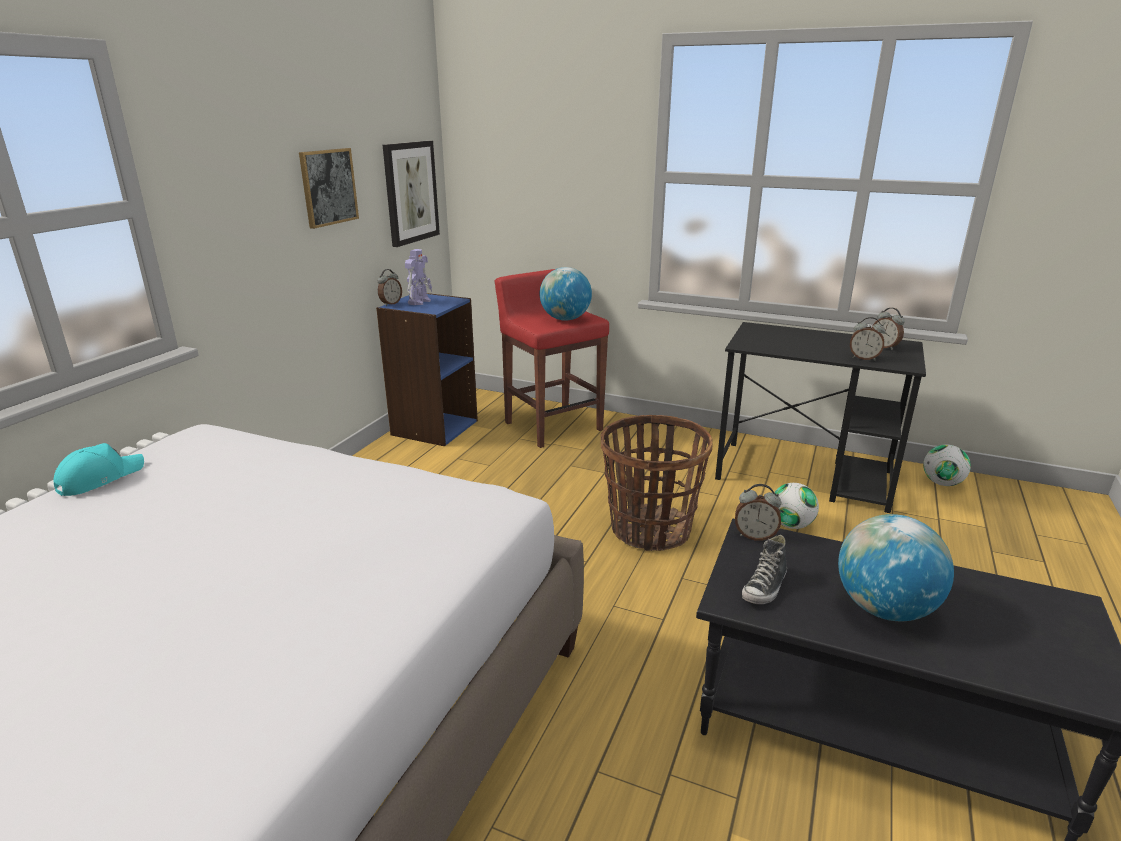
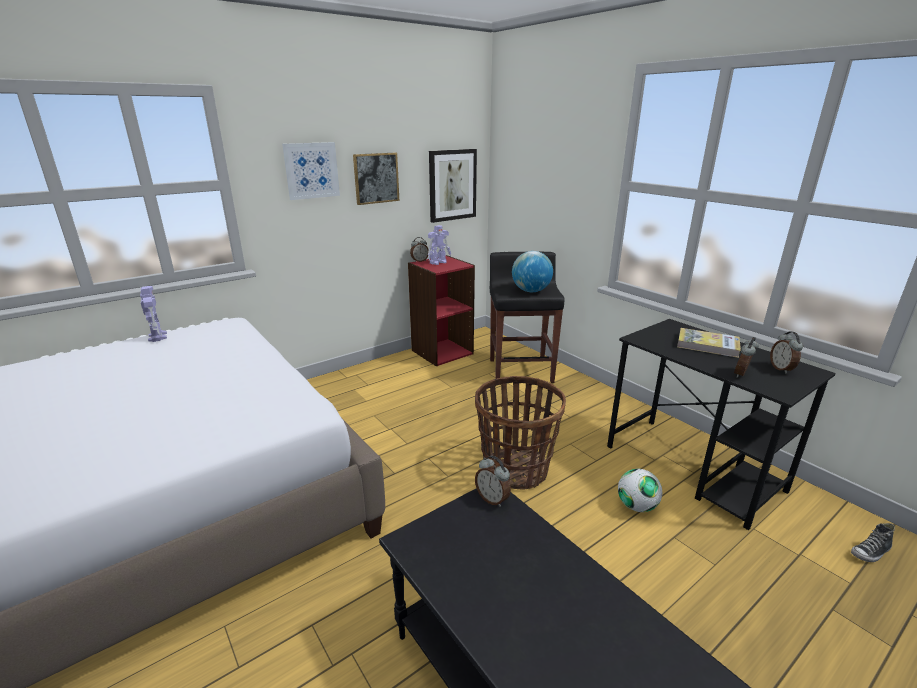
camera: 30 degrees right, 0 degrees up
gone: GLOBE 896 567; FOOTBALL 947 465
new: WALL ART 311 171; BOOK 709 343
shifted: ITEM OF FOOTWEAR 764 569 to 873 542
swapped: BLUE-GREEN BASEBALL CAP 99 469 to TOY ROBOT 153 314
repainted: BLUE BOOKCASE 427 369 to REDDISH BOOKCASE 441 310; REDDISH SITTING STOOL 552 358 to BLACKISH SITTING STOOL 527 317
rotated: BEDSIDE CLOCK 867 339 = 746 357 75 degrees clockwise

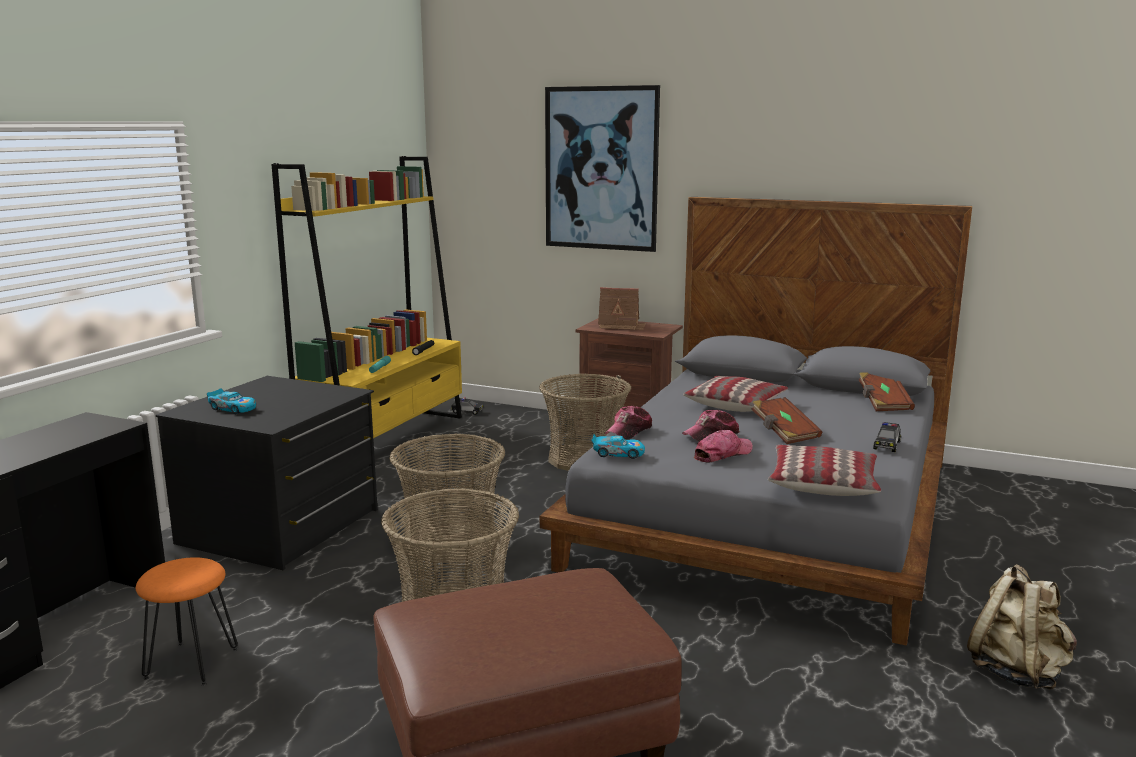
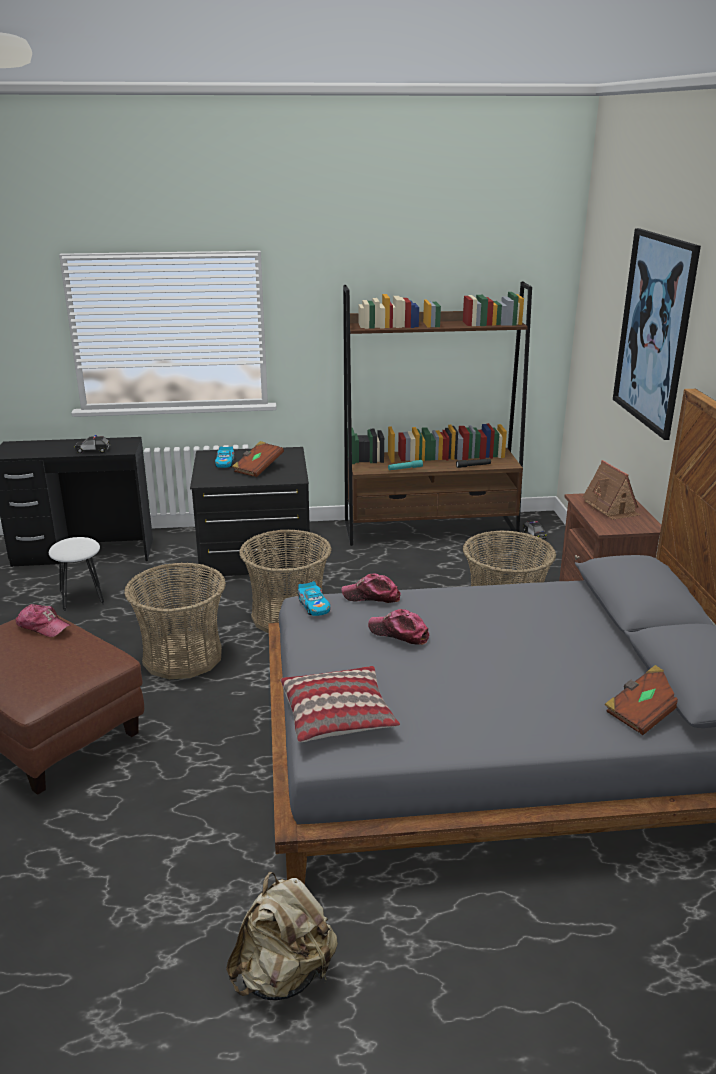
camera: 60 degrees right, 10 degrees up
gone: CUSHION 735 394
shifted: BASEBALL CAP 723 446 to 43 620; BROWN BOOK 786 420 to 258 459; MODEL CAR 887 437 to 92 444
repainted: ORANGE SITTING STOOL 187 621 to WHITE SITTING STOOL 76 574; YELLOWISH BOOKCASE 366 297 to BROWN BOOKCASE 437 413

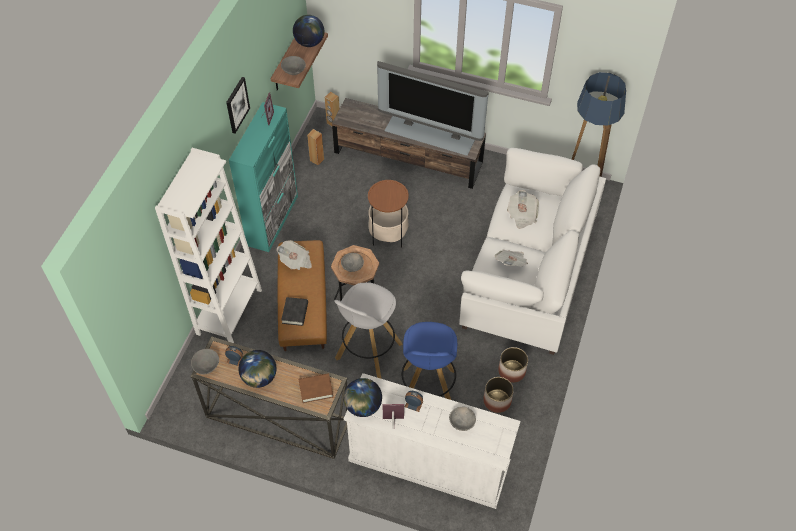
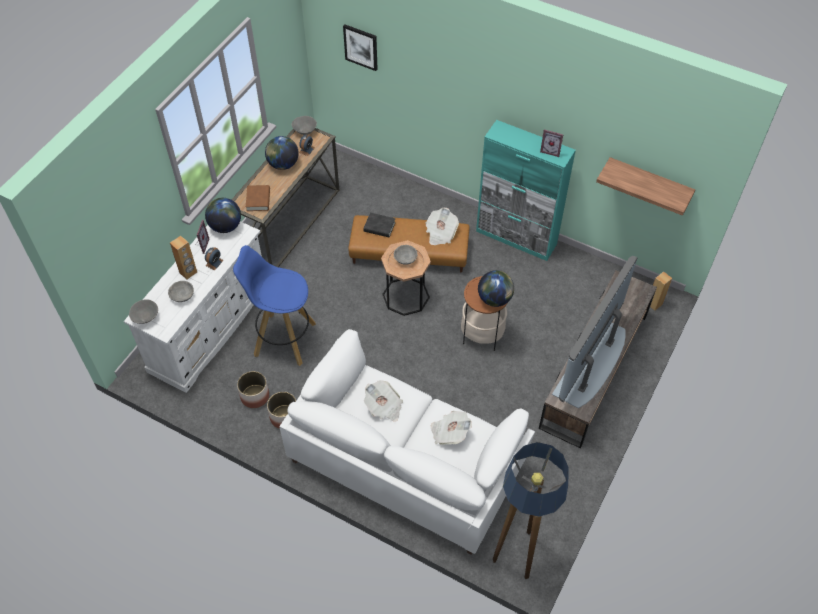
camera: 100 degrees right, 0 degrees up
gone: WHITE BOOKCASE 208 245; WHITE SITTING STOOL 368 330
shifted: WALL ART 238 105 to 360 47; GREYISH SERVING BOWL 293 65 to 143 311; GLOBE 308 31 to 496 288; BROWN LOUDSPEAKER 315 147 to 183 258

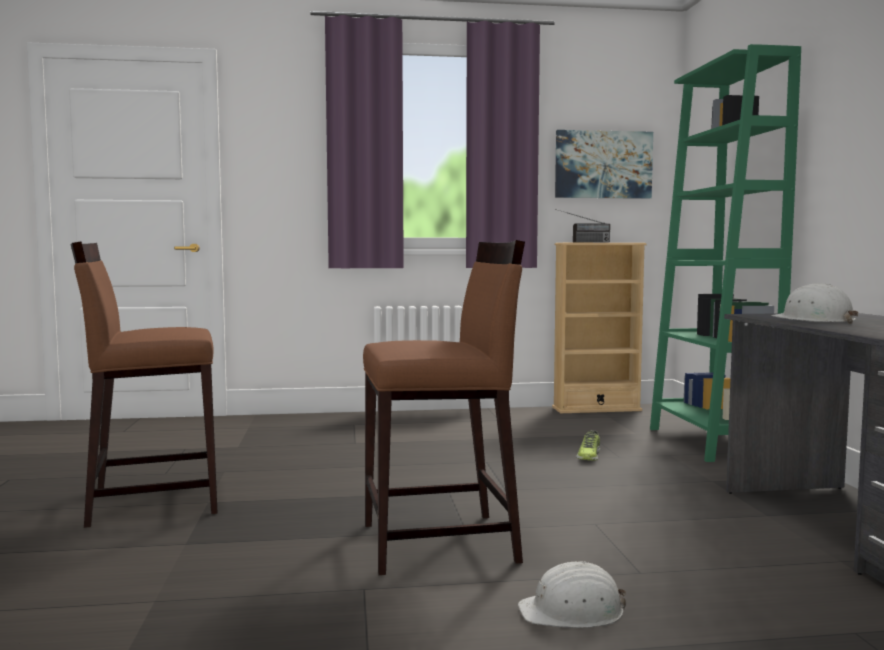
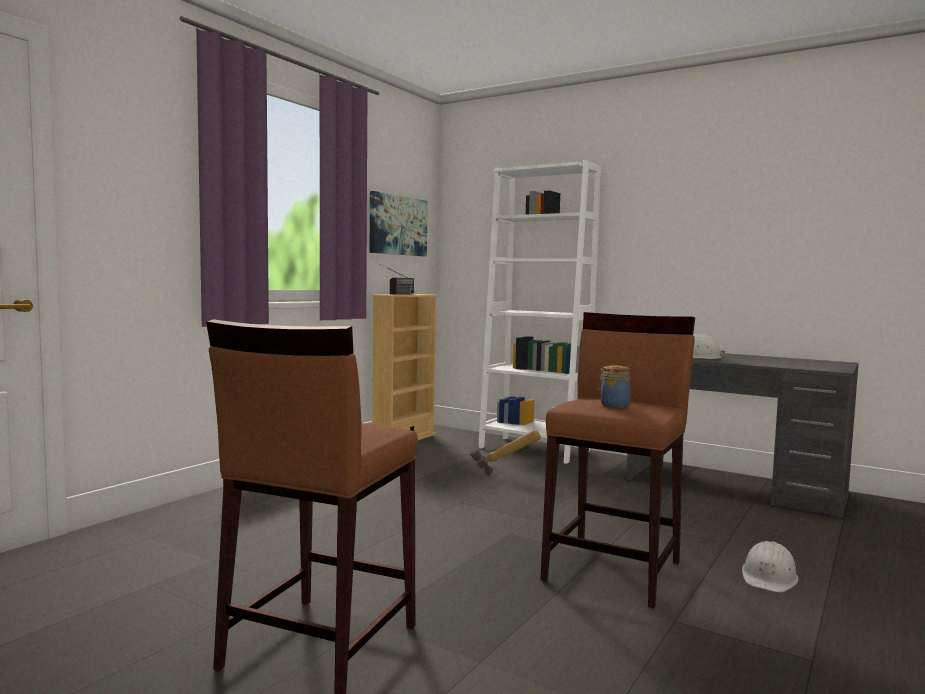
camera: 50 degrees left, 0 degrees up
new: JAR 614 386
swapped: ITEM OF FOOTWEAR 588 445 to HAMMER 505 452
repainted: GREENISH BOOKCASE 725 253 to WHITE BOOKCASE 539 312

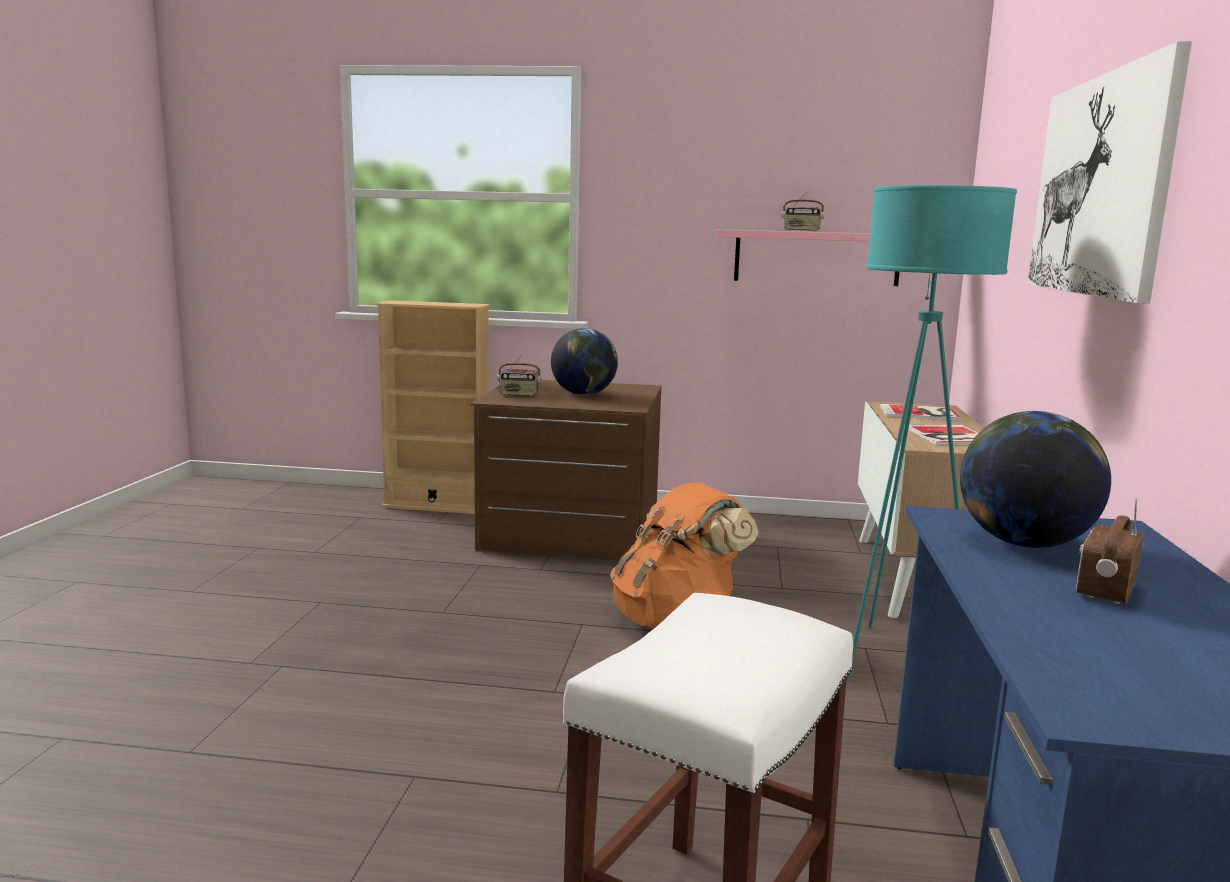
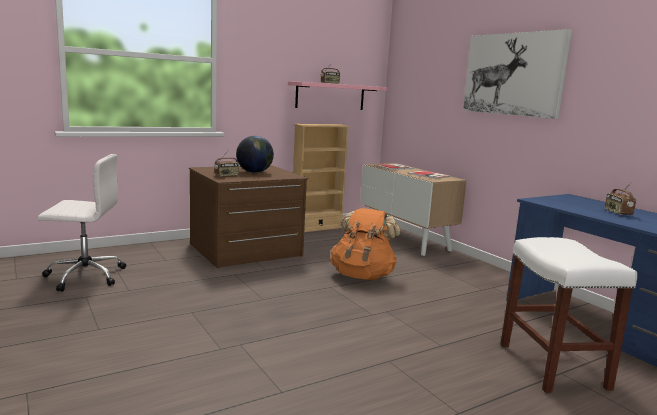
camera: 40 degrees left, 0 degrees up
gone: BLUE-GREEN FLOOR LAMP 932 432; GLOBE 1035 479
new: WHITE OFFICE CHAIR 82 223
shifted: SAND-COLOURED BOOKCASE 432 407 to 321 178

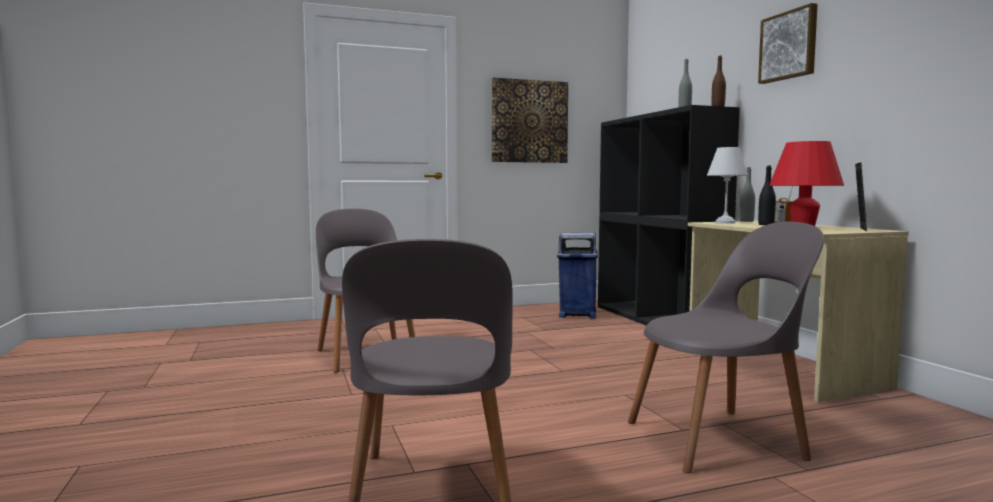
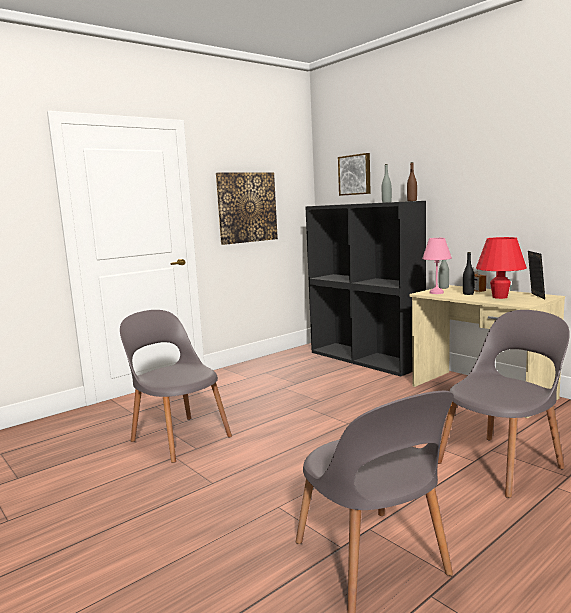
camera: 20 degrees left, 5 degrees up
gone: BLUE WASTE BIN 577 276
shifted: WALL ART 788 43 to 354 174
repainted: WHITE LAMP FOR A TABLE 727 185 to PINK LAMP FOR A TABLE 437 266

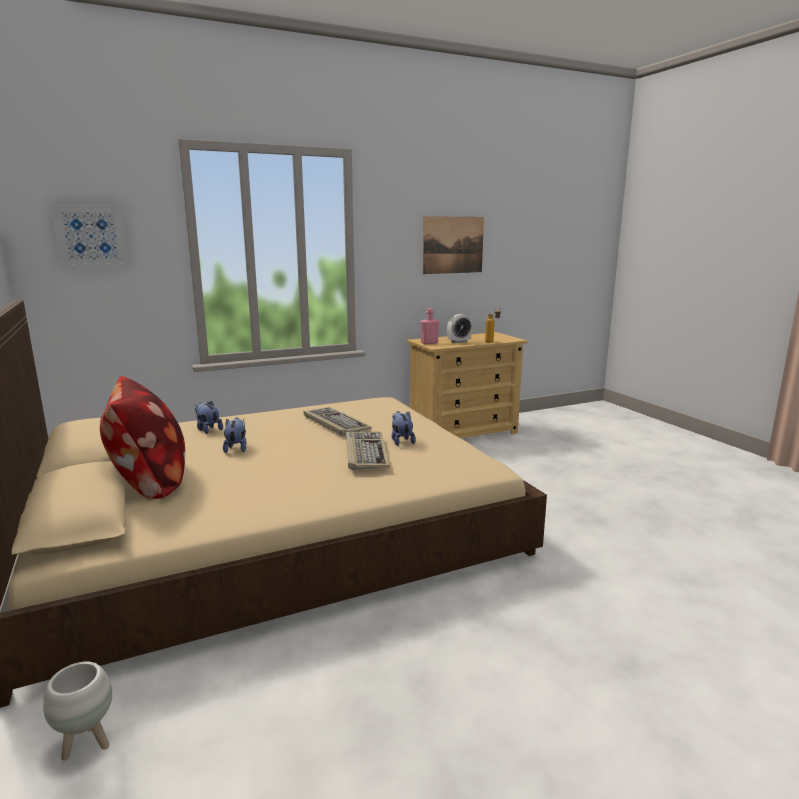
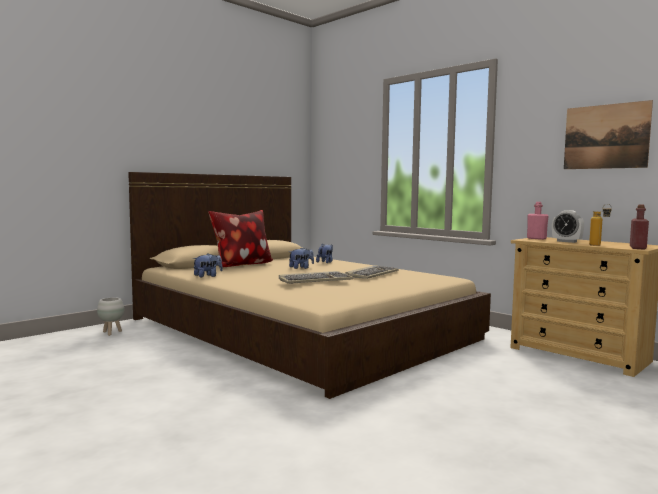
camera: 70 degrees right, 10 degrees down
gone: WALL ART 89 235
new: REDDISH DRINK BOTTLE 639 227
shifted: SOFT TOY 404 428 to 208 265

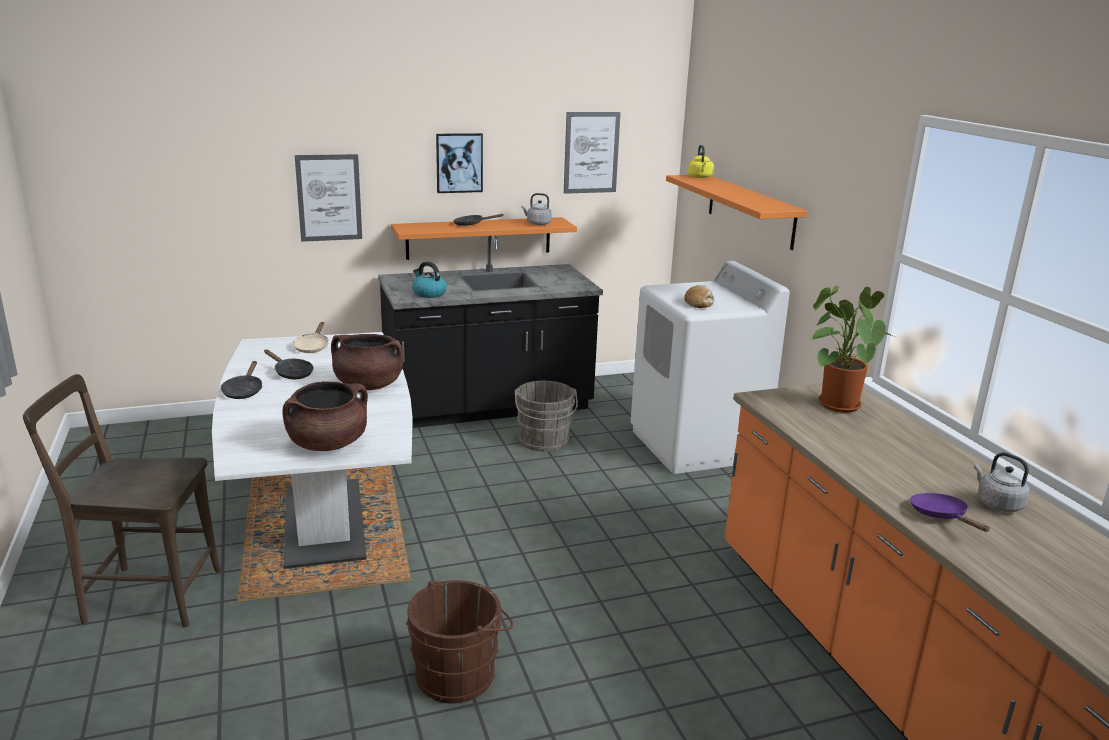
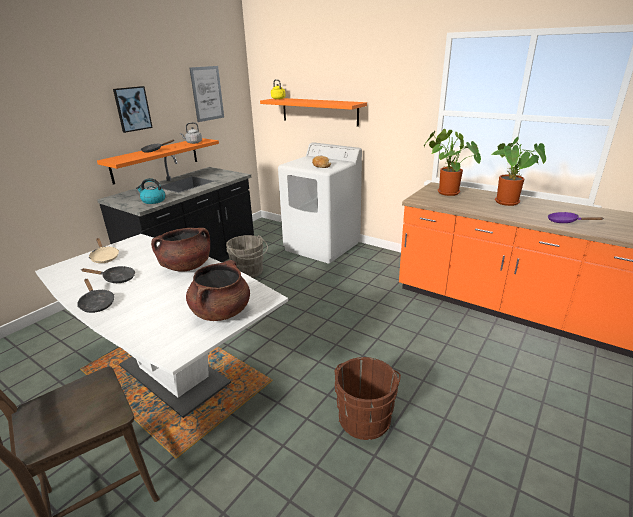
camera: 35 degrees left, 5 degrees up
gone: WALL ART 328 198; GREYISH TEA KETTLE 1001 482
new: PLANT IN A POT 518 171

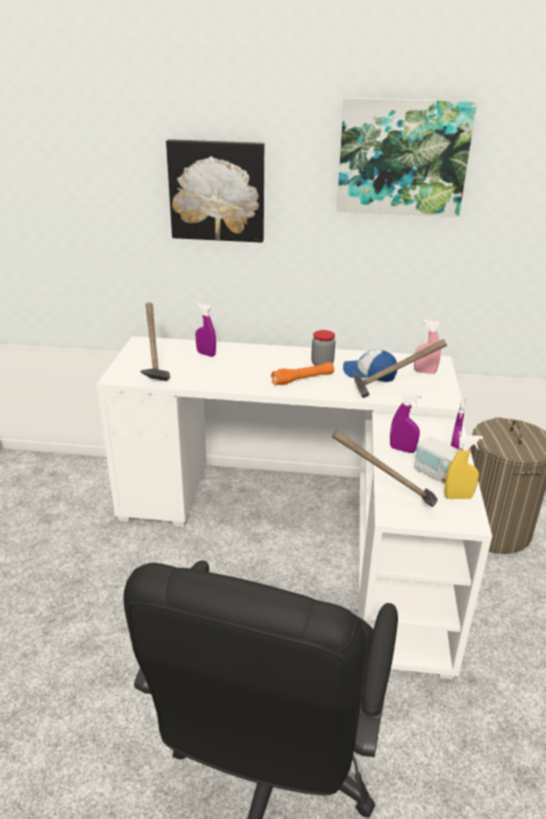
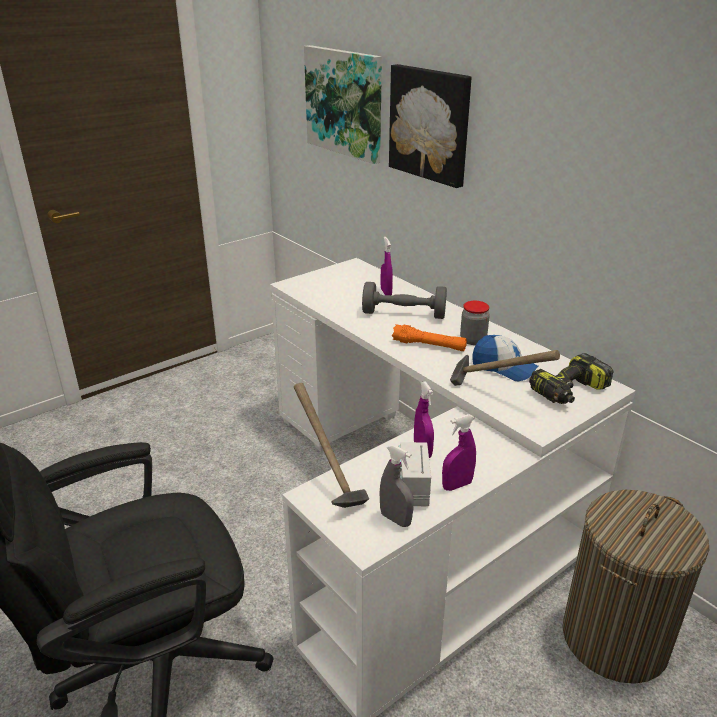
camera: 45 degrees right, 0 degrees up
gone: HAMMER 155 341
new: GREYISH DUMBBELL 404 300
shifted: WALL ART 407 157 to 343 104
swapped: PINK SPRAY BOTTLE 427 347 to POWER DRILL 571 378
repainted: YELLOWISH SPRAY BOTTLE 463 467 to GREYISH SPRAY BOTTLE 396 486
rotated: BASEBALL CAP 370 365 = 505 358 150 degrees clockwise

